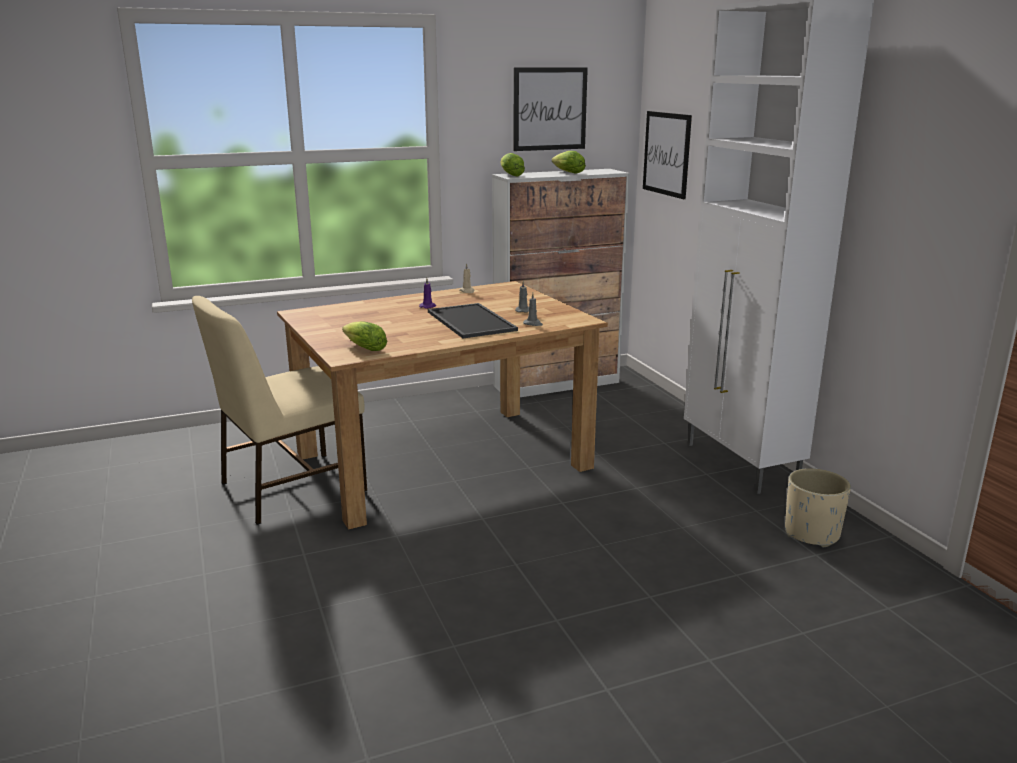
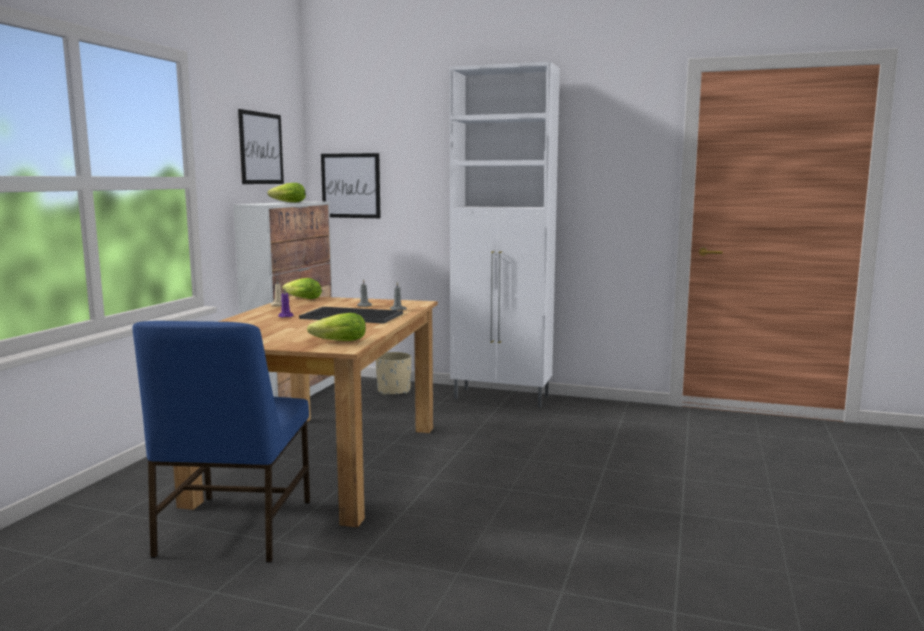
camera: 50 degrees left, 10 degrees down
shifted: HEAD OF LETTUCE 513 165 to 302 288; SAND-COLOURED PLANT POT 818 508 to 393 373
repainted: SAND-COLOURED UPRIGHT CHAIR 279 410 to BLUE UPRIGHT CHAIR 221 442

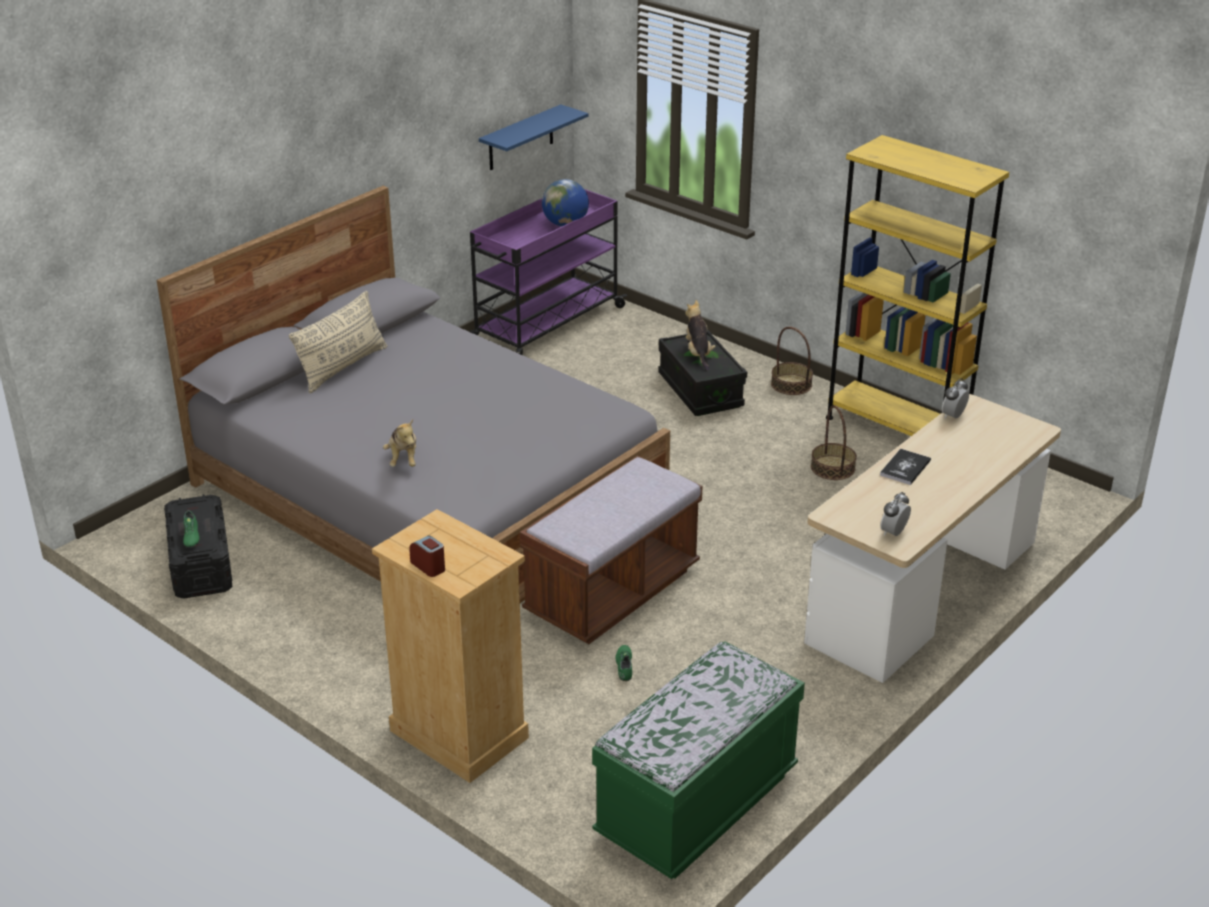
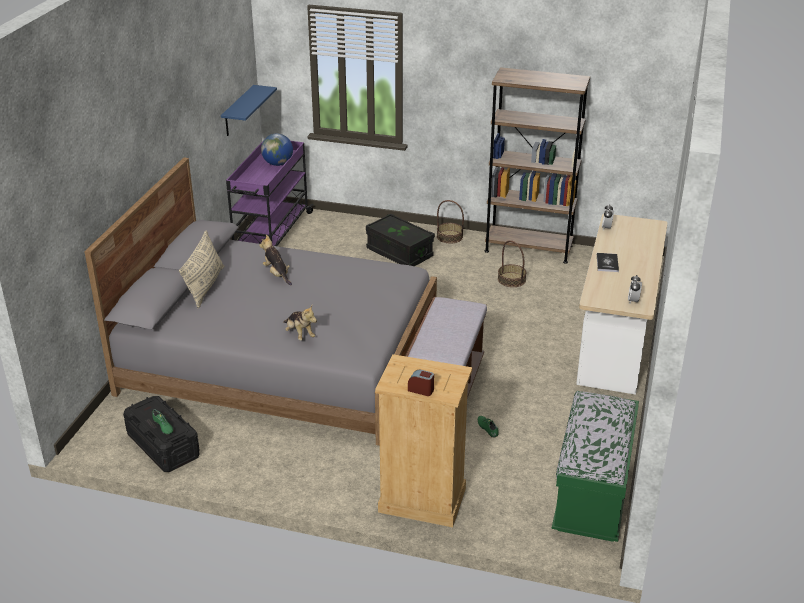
camera: 25 degrees left, 0 degrees up
shifted: SOFT TOY 700 335 to 275 260
repainted: YELLOWISH BOOKCASE 917 285 to BROWN BOOKCASE 537 165

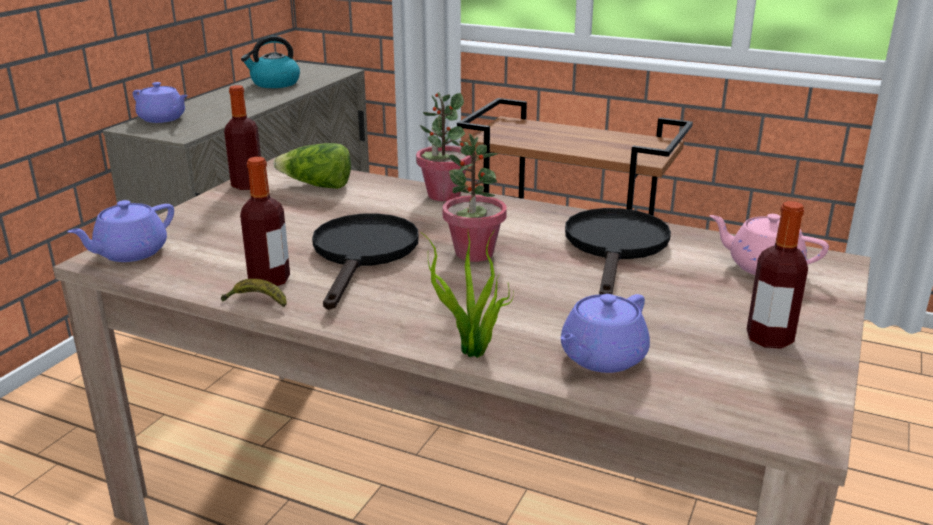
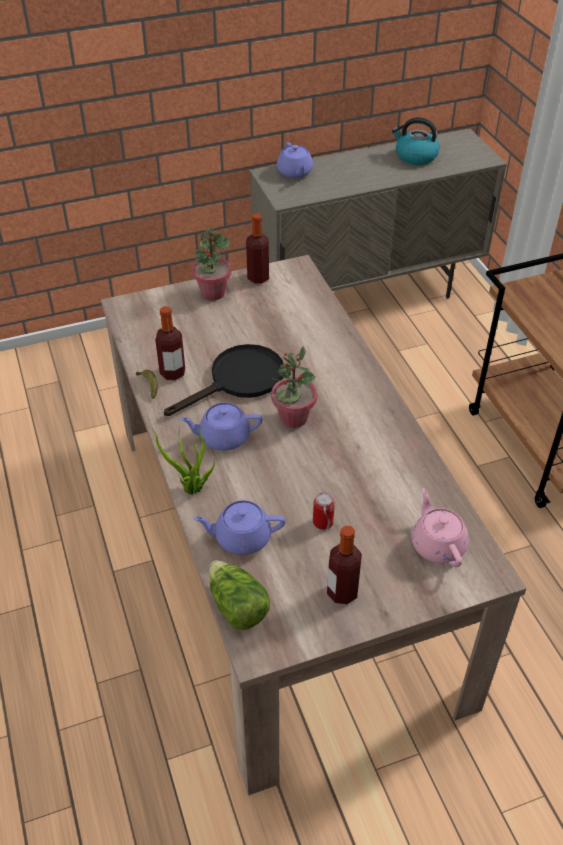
camera: 45 degrees right, 20 degrees up
gone: BLACKISH PAN 618 251
new: SEALED CAN 324 511
shifted: PURPLE-COLOURED POT FOR TEA 120 231 to 221 427; HEAD OF LETTUCE 312 166 to 239 595; PLANT IN A POT 443 146 to 211 263

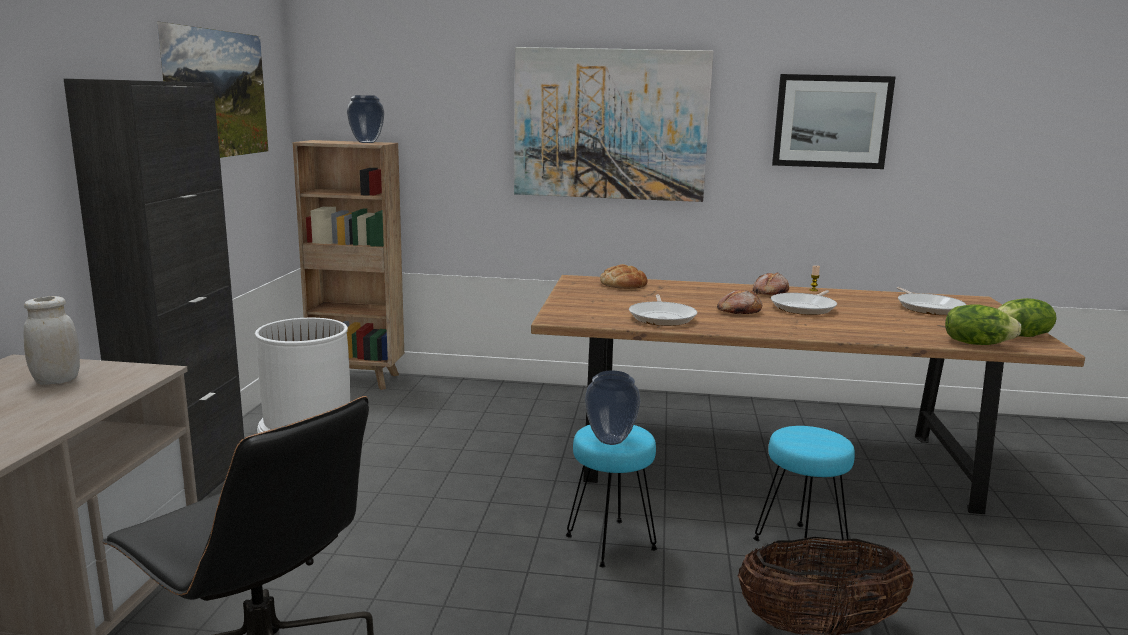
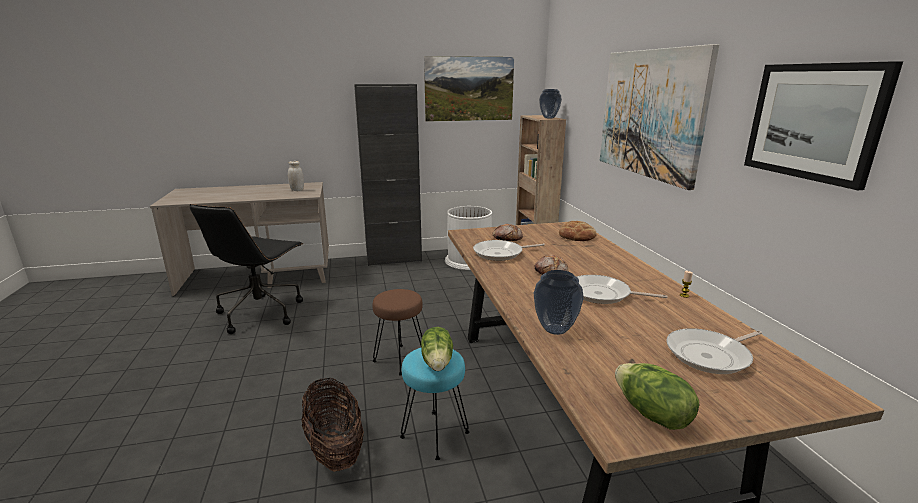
camera: 70 degrees right, 5 degrees up
shifted: VASE 613 408 to 559 302; BAKERY BREAD 771 284 to 507 232; HEAD OF LETTUCE 983 324 to 437 349
repainted: BLUE-GREEN SITTING STOOL 611 496 to BROWN SITTING STOOL 398 332

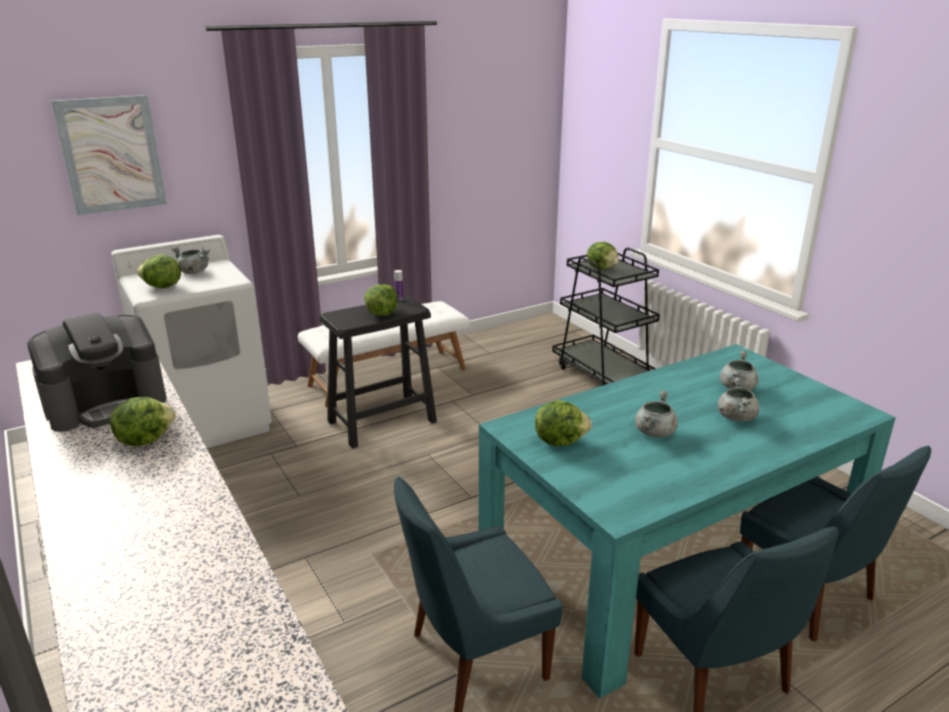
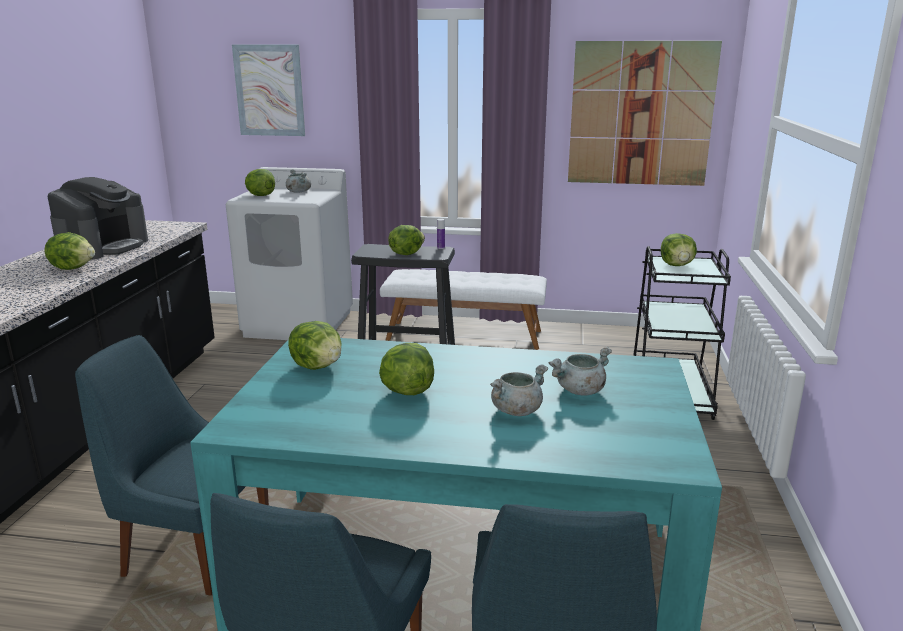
camera: 40 degrees right, 5 degrees down
new: WALL ART 645 113
swapped: GREYISH SAUCEPOT 656 413 to HEAD OF LETTUCE 406 369
rotated: COFFEE MACHINE 97 372 = 98 218 75 degrees counterclockwise

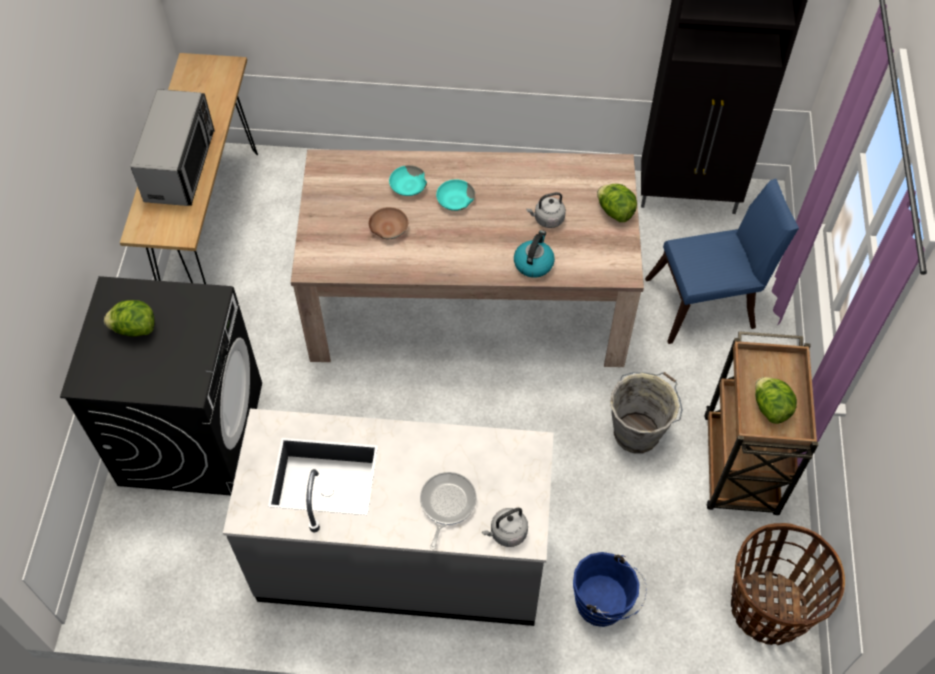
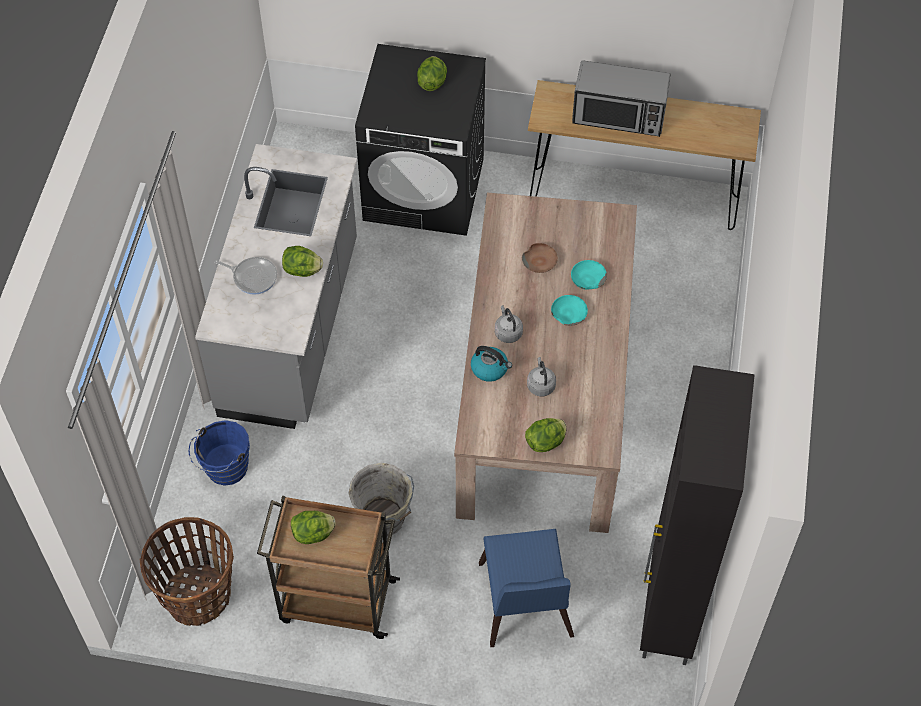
camera: 95 degrees right, 0 degrees up
new: HEAD OF LETTUCE 302 261
shifted: GREYISH TEA KETTLE 505 527 to 509 324

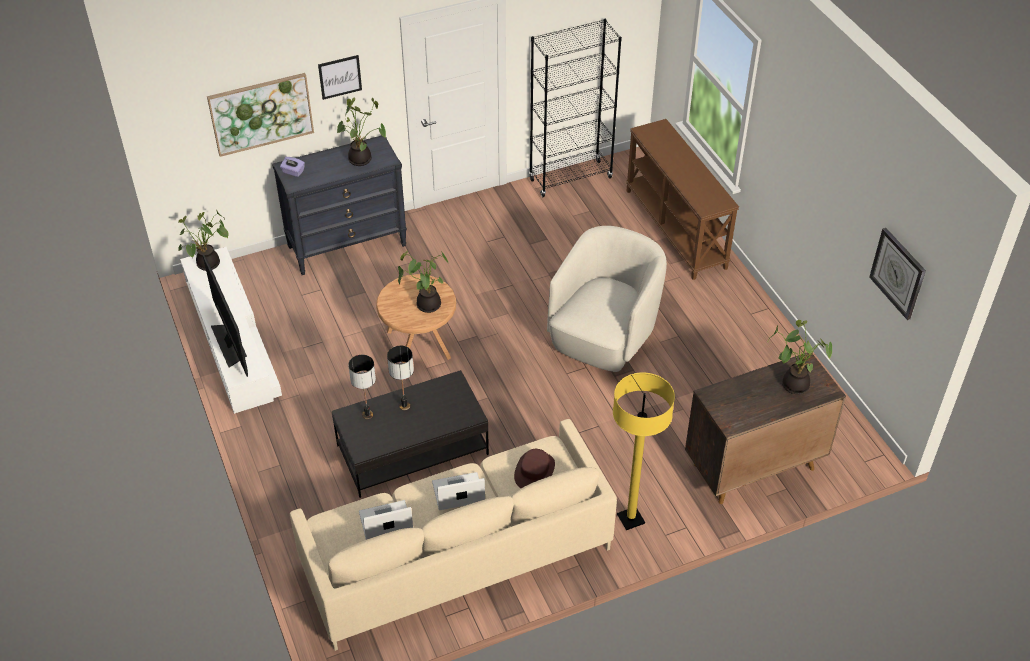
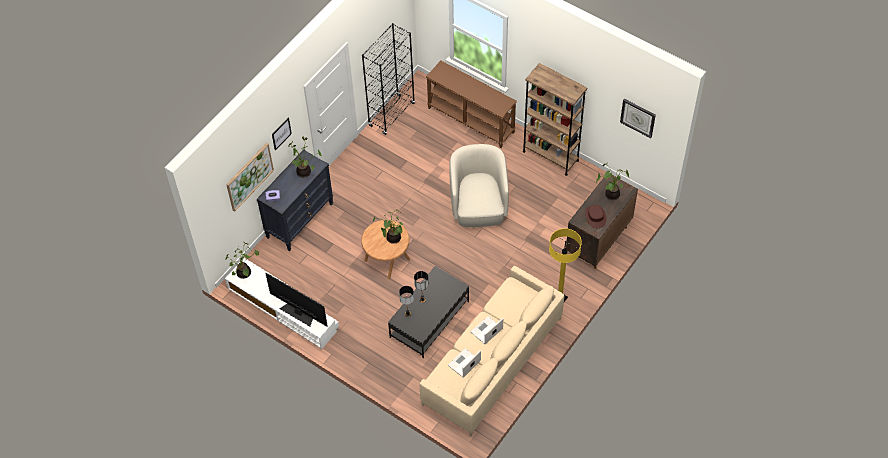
camera: 30 degrees left, 10 degrees up
new: BROWN BOOKCASE 555 119
shifted: BROWN WEARABLE HAT 534 468 to 595 216

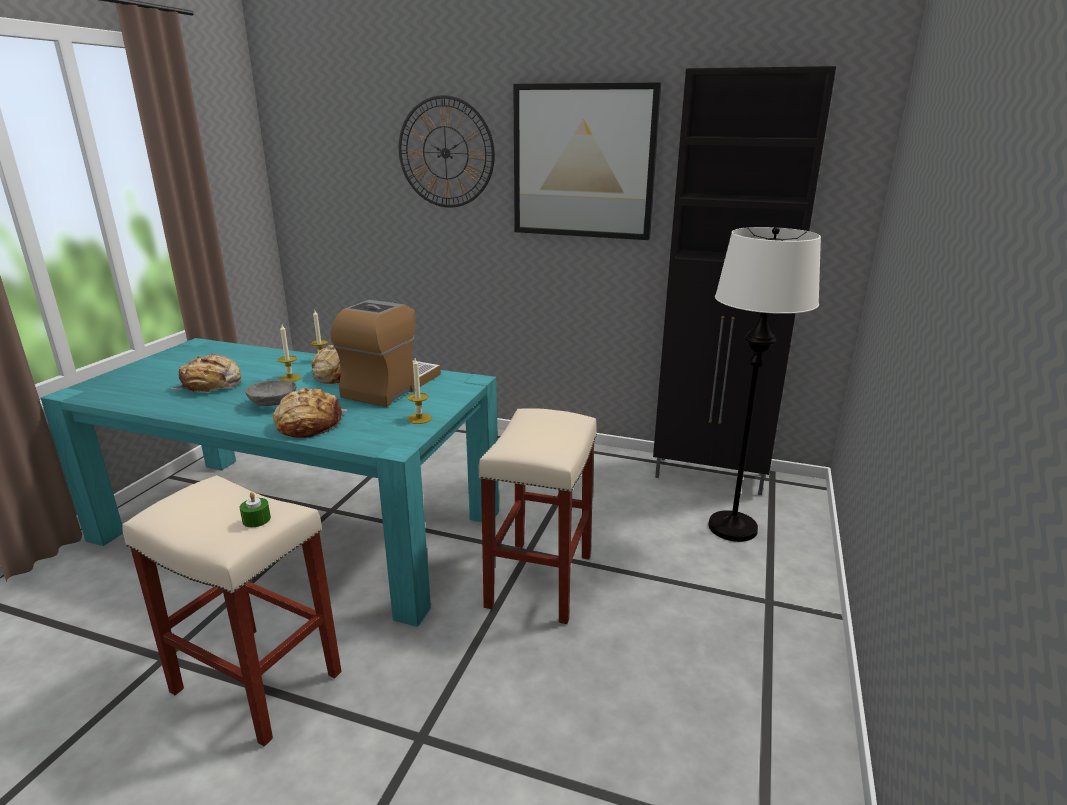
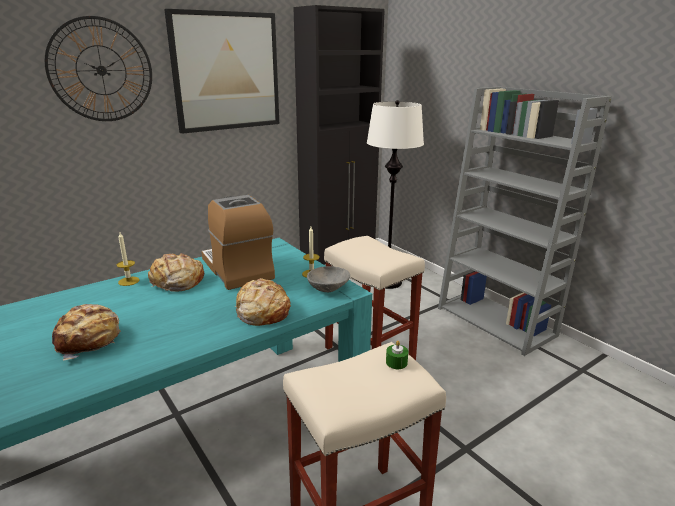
camera: 55 degrees left, 0 degrees up
gone: CANDLE 289 353
new: GREYISH BOOKCASE 525 221
shifted: GREYISH SERVING BOWL 270 393 to 328 279

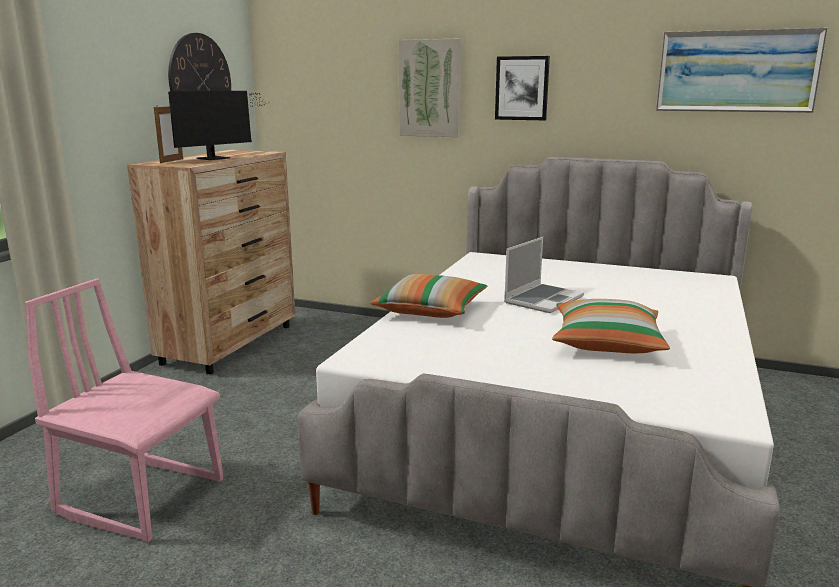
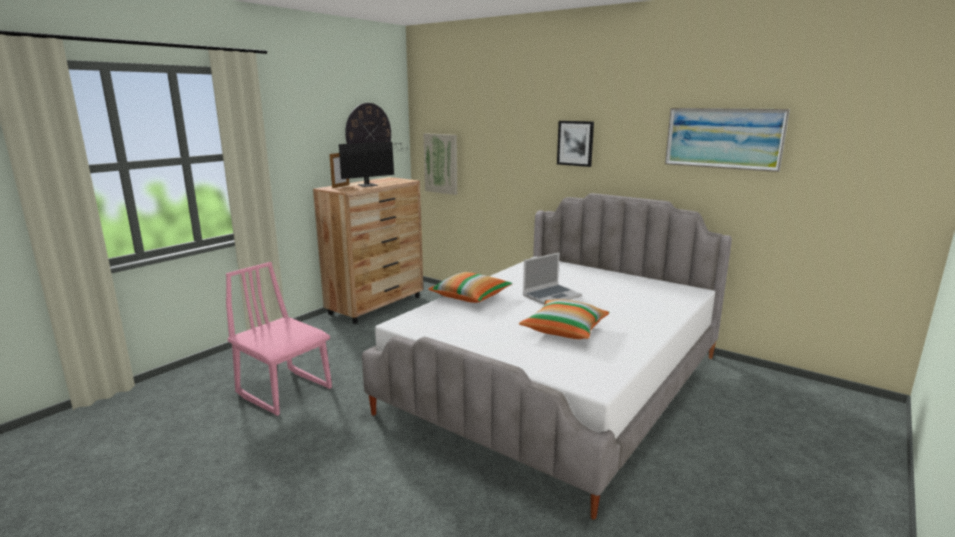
camera: 15 degrees right, 0 degrees up
shifted: WALL ART 429 87 to 440 164

